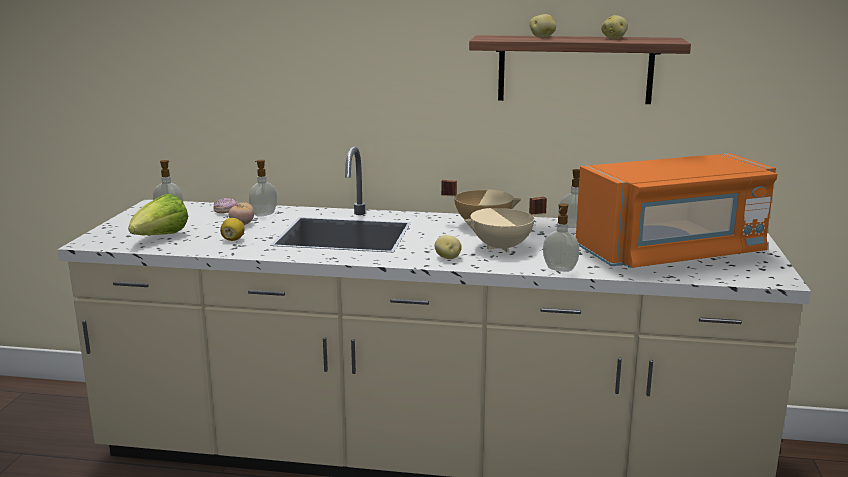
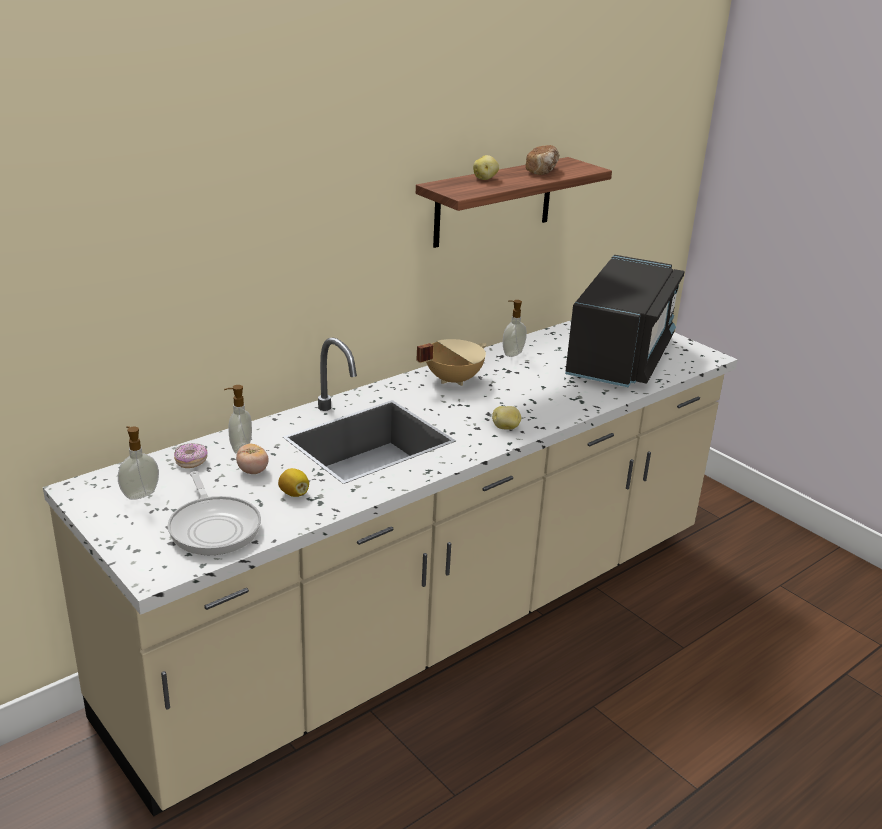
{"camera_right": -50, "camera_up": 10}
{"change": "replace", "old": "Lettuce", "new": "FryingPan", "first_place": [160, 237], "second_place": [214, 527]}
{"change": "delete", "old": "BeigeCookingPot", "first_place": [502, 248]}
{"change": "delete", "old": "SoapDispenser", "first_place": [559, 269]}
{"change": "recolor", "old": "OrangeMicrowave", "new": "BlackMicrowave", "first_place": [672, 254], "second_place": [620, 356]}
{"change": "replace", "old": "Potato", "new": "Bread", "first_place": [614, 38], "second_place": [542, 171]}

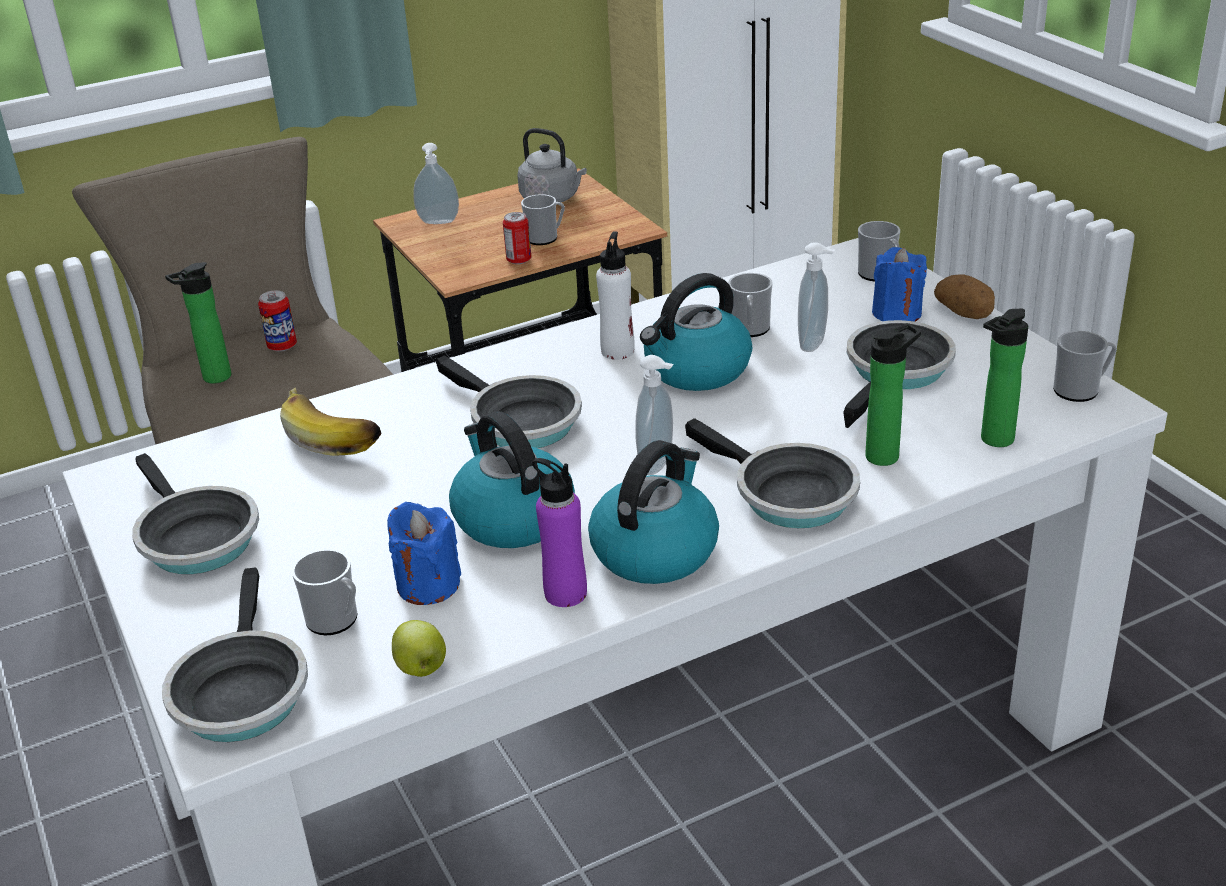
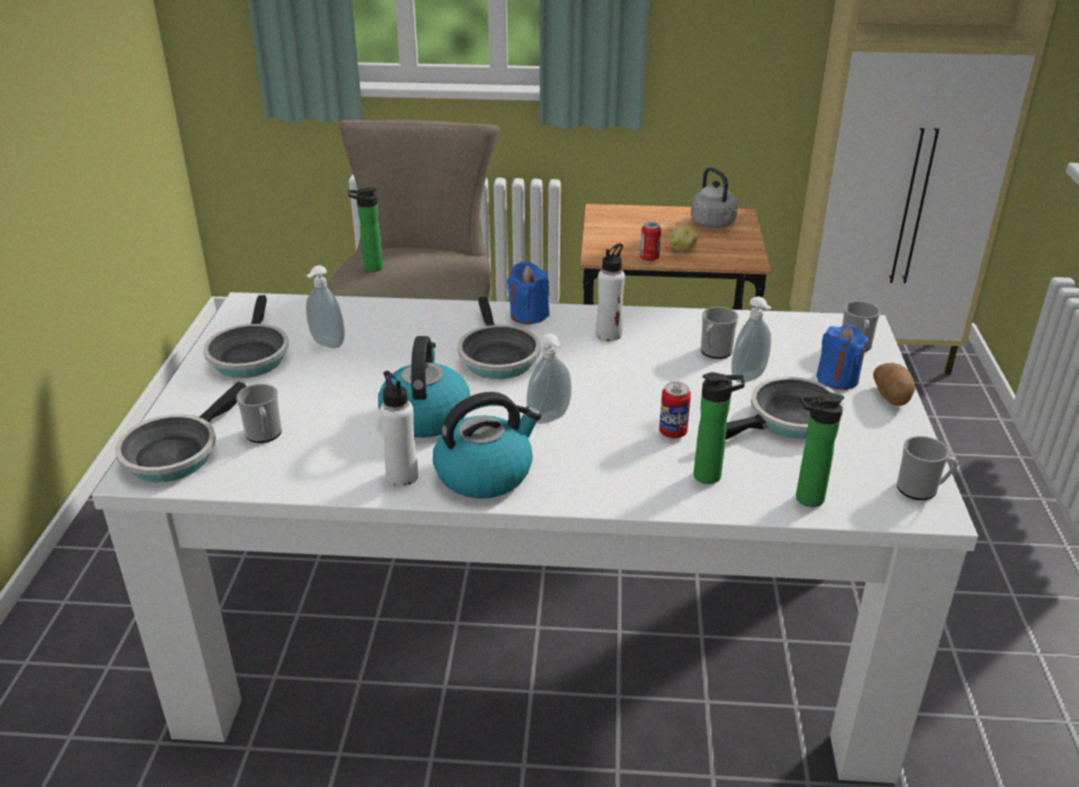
{"camera_right": 30, "camera_up": 0}
{"change": "move", "old": "Can", "first_place": [282, 346], "second_place": [672, 433]}
{"change": "delete", "old": "Banana", "first_place": [335, 435]}
{"change": "move", "old": "BlueCandle", "first_place": [428, 585], "second_place": [528, 315]}
{"change": "delete", "old": "Apple", "first_place": [421, 669]}
{"change": "move", "old": "SoapDispenser", "first_place": [438, 222], "second_place": [326, 344]}
{"change": "replace", "old": "Mug", "new": "Potato", "first_place": [545, 238], "second_place": [682, 249]}
{"change": "recolor", "old": "PurpleBottle", "new": "WhiteBottle", "first_place": [565, 593], "second_place": [402, 476]}
{"change": "delete", "old": "Kettle", "first_place": [696, 370]}
{"change": "delete", "old": "FryingPan", "first_place": [787, 495]}

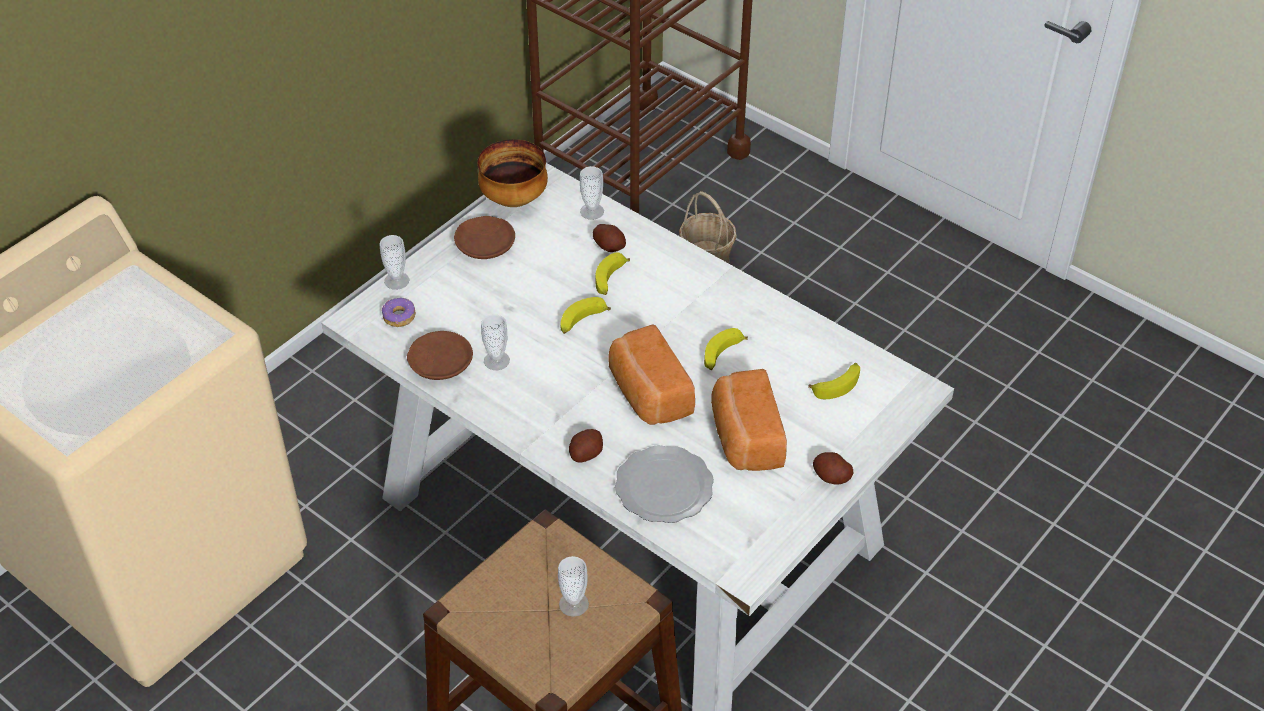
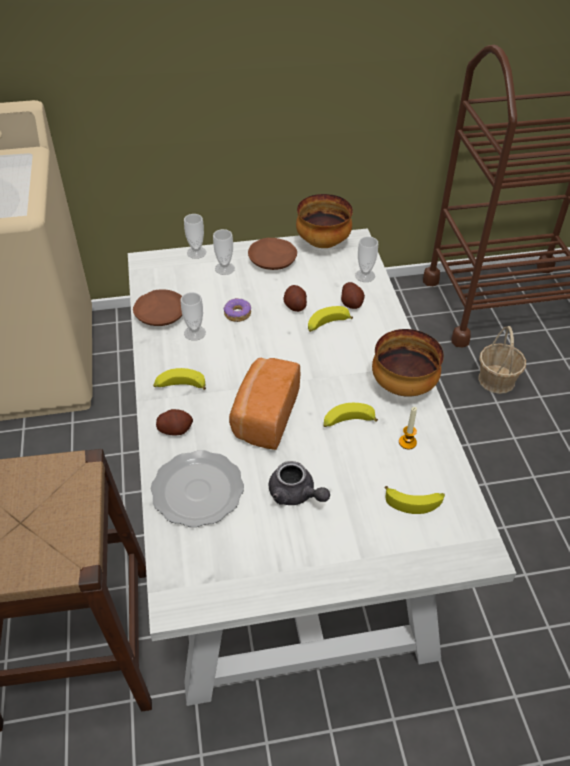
{"camera_right": 40, "camera_up": 0}
{"change": "move", "old": "Donut", "first_place": [399, 317], "second_place": [237, 314]}
{"change": "move", "old": "Cup", "first_place": [573, 604], "second_place": [224, 268]}
{"change": "move", "old": "Banana", "first_place": [582, 322], "second_place": [180, 386]}
{"change": "replace", "old": "Bread", "new": "GreyTeapot", "first_place": [744, 438], "second_place": [296, 494]}
{"change": "move", "old": "Potato", "first_place": [831, 477], "second_place": [295, 306]}
{"change": "insert", "new": "Bowl", "second_place": [402, 387]}
{"change": "insert", "new": "Candle", "second_place": [407, 442]}

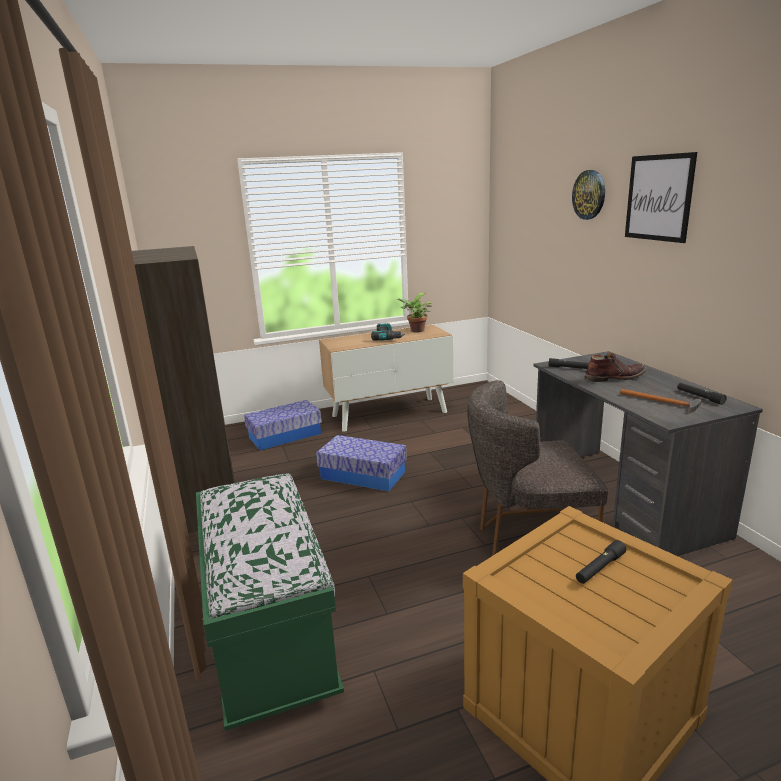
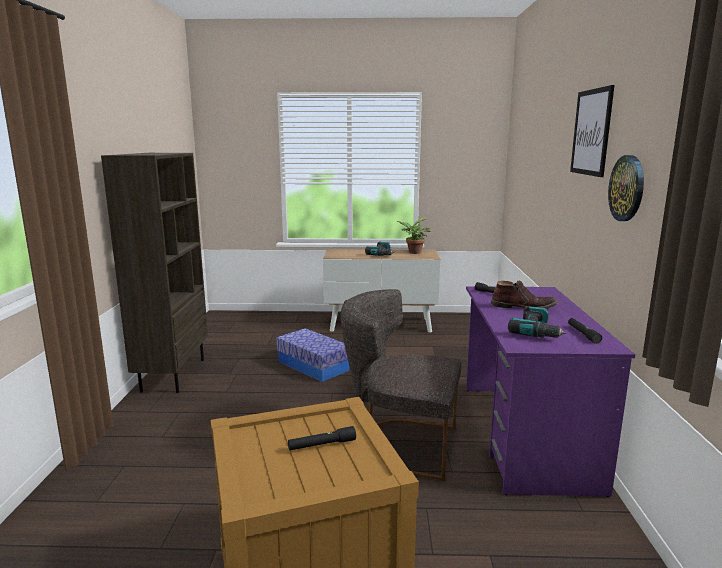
{"camera_right": 20, "camera_up": -5}
{"change": "delete", "old": "GreenBench", "first_place": [270, 637]}
{"change": "delete", "old": "StorageBox", "first_place": [285, 435]}
{"change": "recolor", "old": "GreyDesk", "new": "PurpleDesk", "first_place": [622, 499], "second_place": [525, 434]}
{"change": "move", "old": "WallClock", "first_place": [589, 195], "second_place": [627, 188]}
{"change": "replace", "old": "Hammer", "new": "PowerDrill", "first_place": [661, 402], "second_place": [537, 331]}

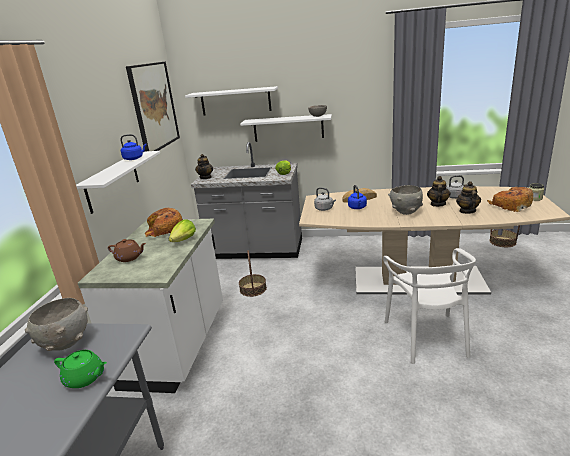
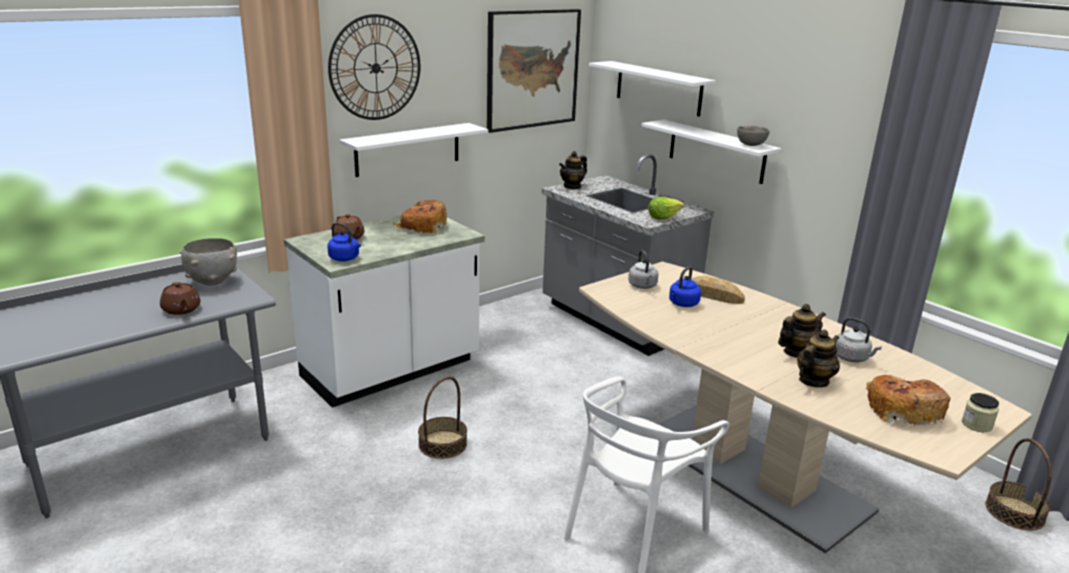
{"camera_right": 40, "camera_up": 0}
{"change": "recolor", "old": "GreenTeapot", "new": "BrownTeapot", "first_place": [85, 378], "second_place": [181, 310]}
{"change": "move", "old": "BlueKettle", "first_place": [134, 158], "second_place": [345, 258]}
{"change": "delete", "old": "Lettuce", "first_place": [184, 240]}
{"change": "move", "old": "Basket", "first_place": [253, 289], "second_place": [442, 444]}
{"change": "delete", "old": "GreyBowl", "first_place": [405, 212]}
{"change": "insert", "new": "WallClock", "second_place": [375, 68]}

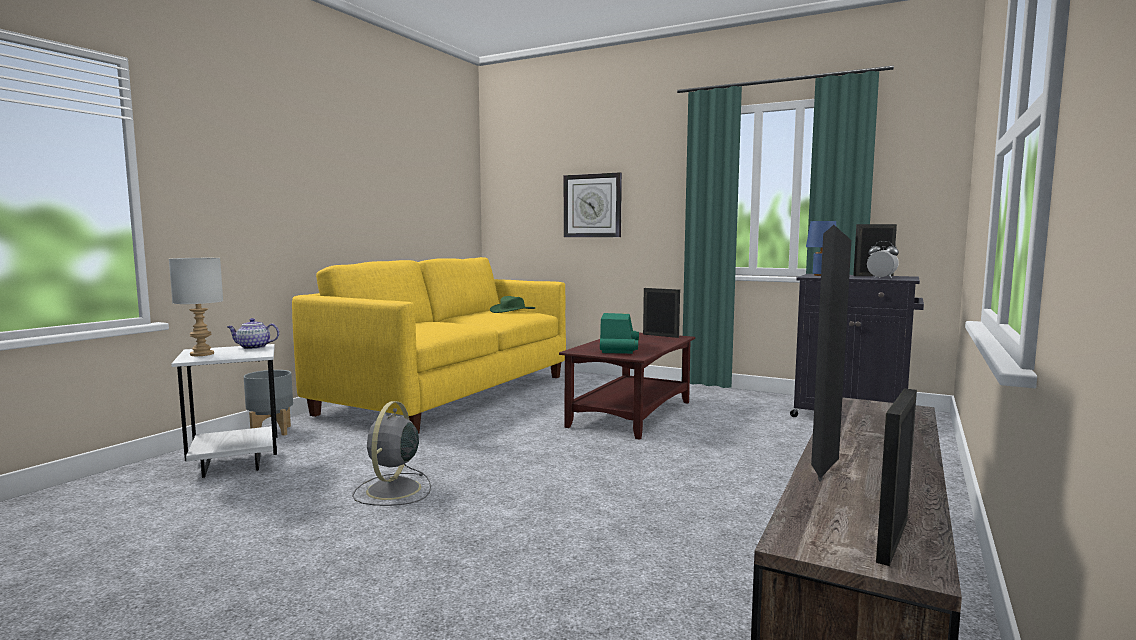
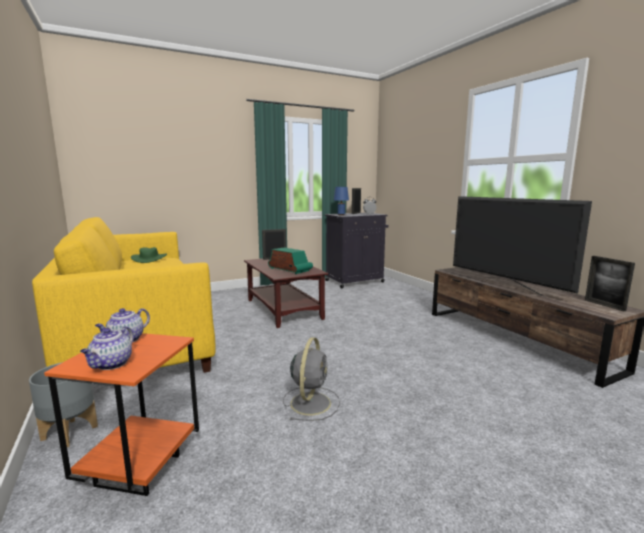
{"camera_right": -55, "camera_up": 5}
{"change": "replace", "old": "GreyTableLamp", "new": "Teapot", "first_place": [201, 354], "second_place": [111, 364]}
{"change": "recolor", "old": "WhiteSideTable", "new": "OrangeSideTable", "first_place": [234, 466], "second_place": [141, 470]}
{"change": "rotate", "old": "GreyFan", "first_place": [392, 490], "second_place": [311, 402], "degrees": -120}
{"change": "delete", "old": "WallClock", "first_place": [592, 206]}

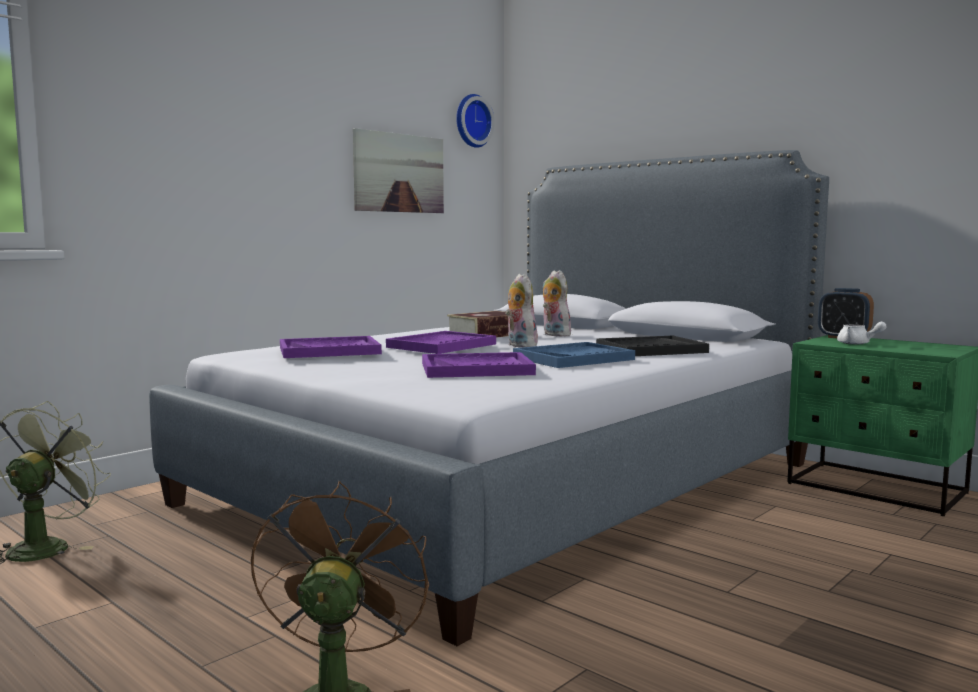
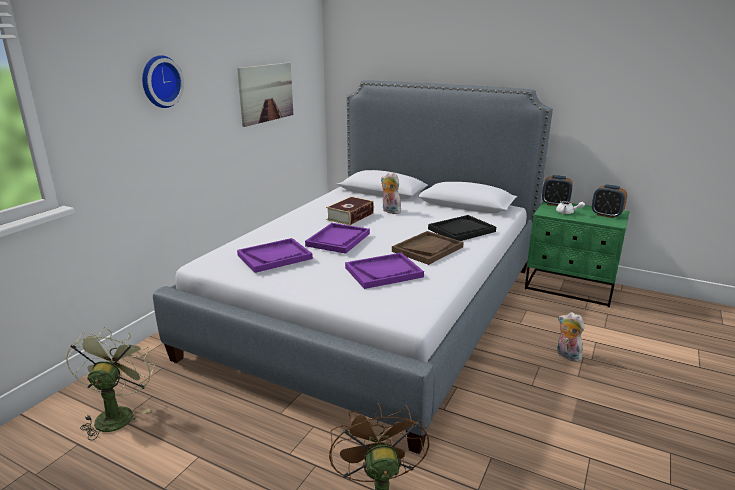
{"camera_right": -15, "camera_up": 15}
{"change": "move", "old": "WallClock", "first_place": [471, 121], "second_place": [160, 81]}
{"change": "move", "old": "PlushToy", "first_place": [519, 346], "second_place": [566, 355]}
{"change": "recolor", "old": "BlueTray", "new": "BrownTray", "first_place": [573, 358], "second_place": [427, 249]}
{"change": "insert", "new": "AlarmClock", "second_place": [606, 215]}

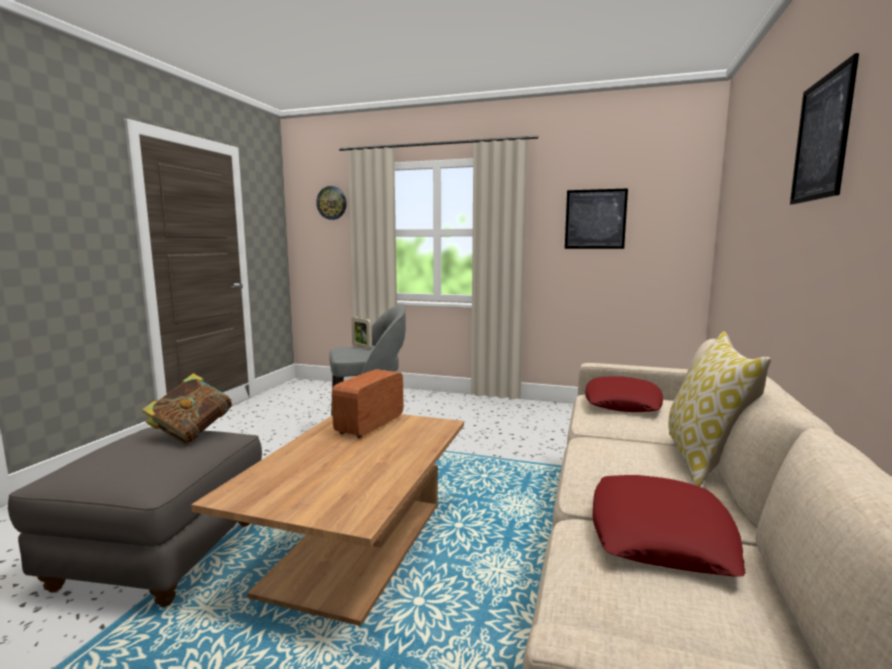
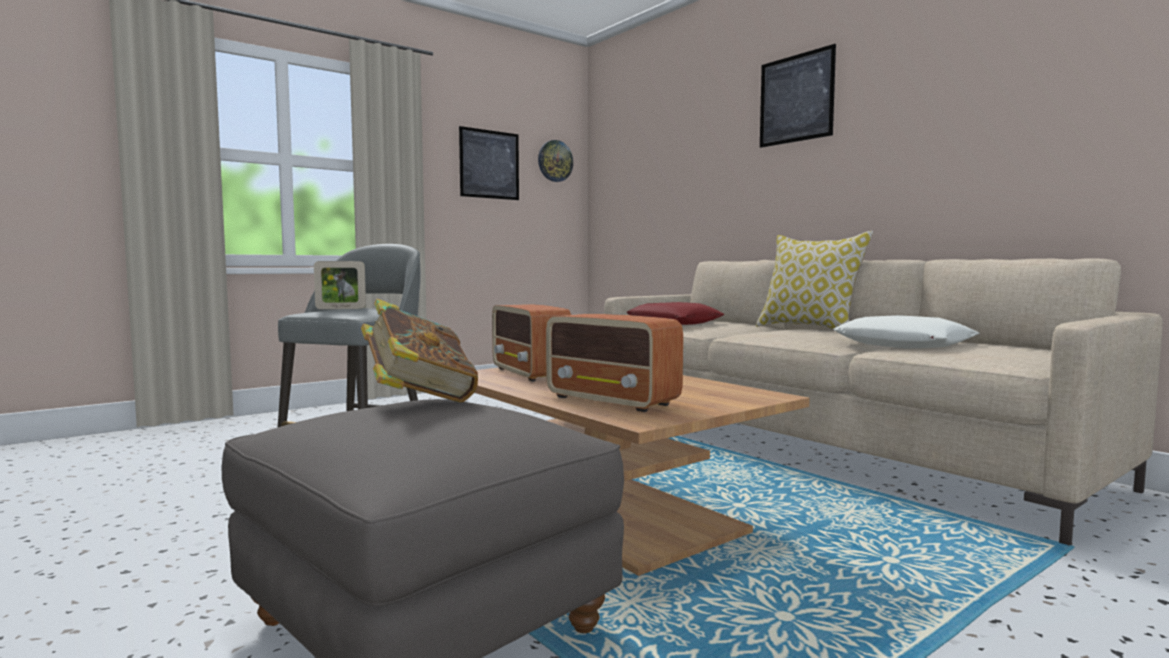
{"camera_right": -55, "camera_up": -5}
{"change": "move", "old": "WallClock", "first_place": [332, 203], "second_place": [555, 161]}
{"change": "recolor", "old": "RedPillow", "new": "WhitePillow", "first_place": [660, 535], "second_place": [903, 344]}
{"change": "insert", "new": "Radio", "second_place": [613, 401]}

